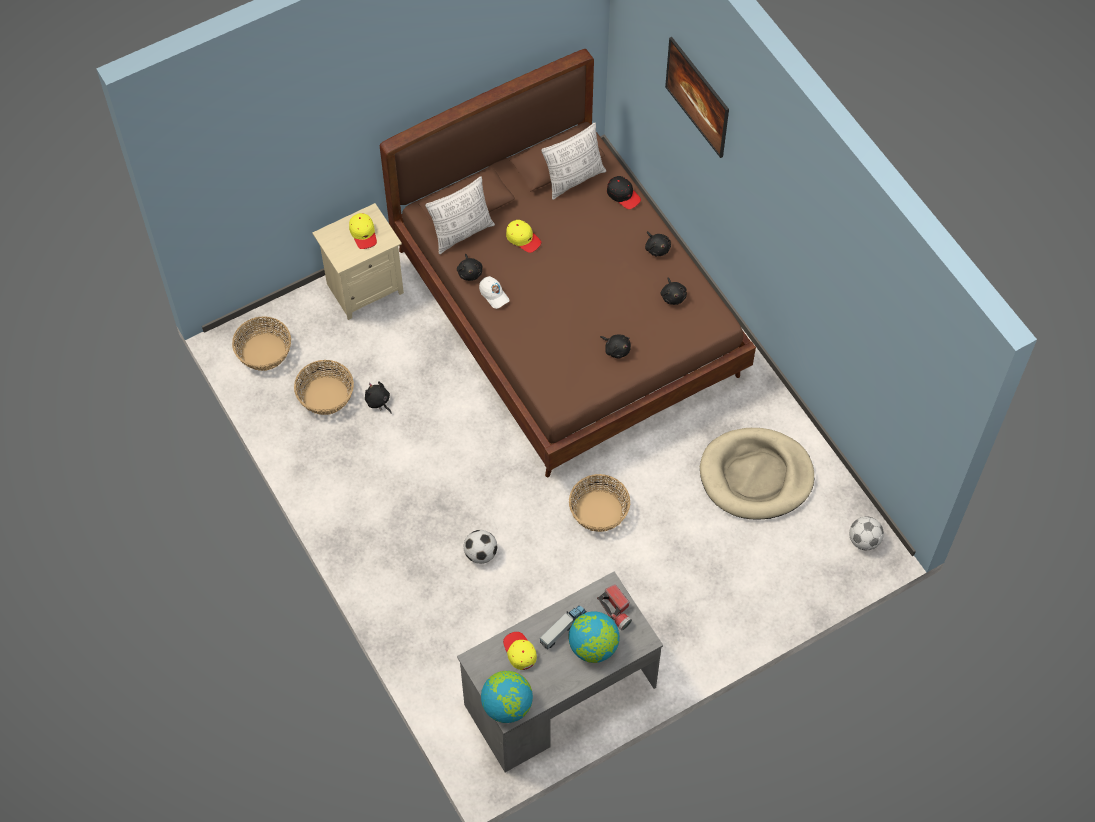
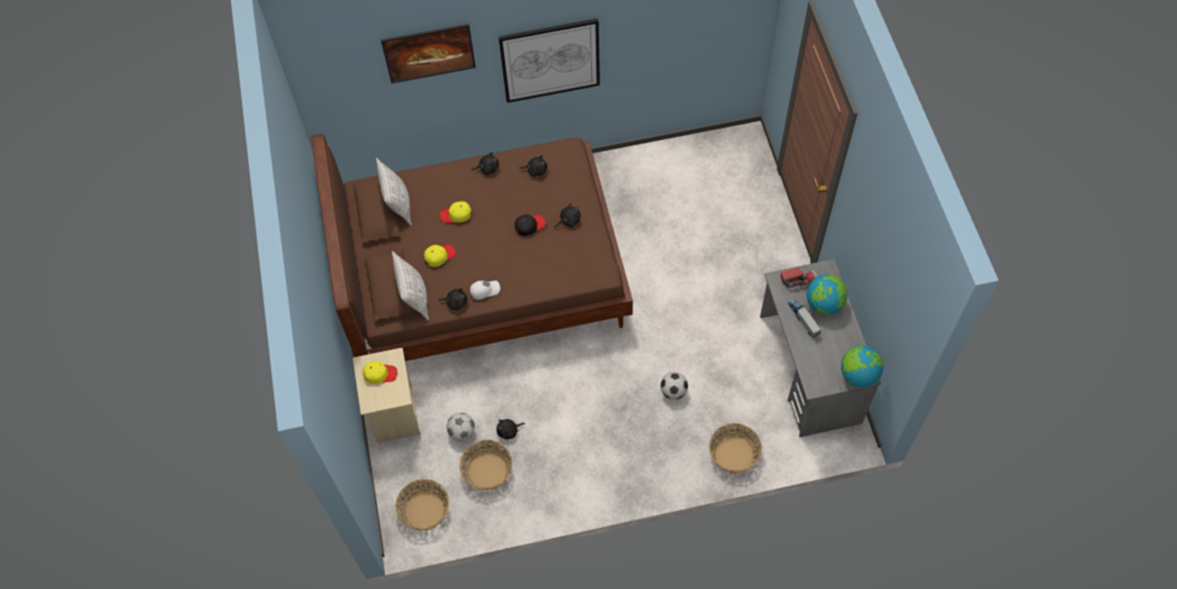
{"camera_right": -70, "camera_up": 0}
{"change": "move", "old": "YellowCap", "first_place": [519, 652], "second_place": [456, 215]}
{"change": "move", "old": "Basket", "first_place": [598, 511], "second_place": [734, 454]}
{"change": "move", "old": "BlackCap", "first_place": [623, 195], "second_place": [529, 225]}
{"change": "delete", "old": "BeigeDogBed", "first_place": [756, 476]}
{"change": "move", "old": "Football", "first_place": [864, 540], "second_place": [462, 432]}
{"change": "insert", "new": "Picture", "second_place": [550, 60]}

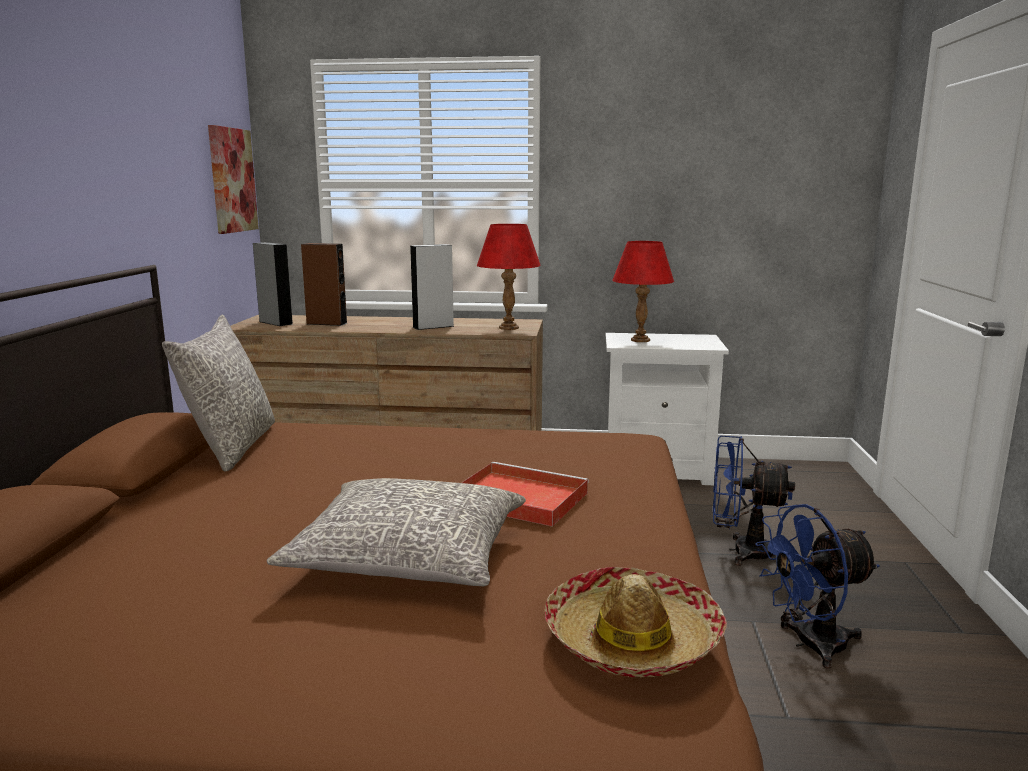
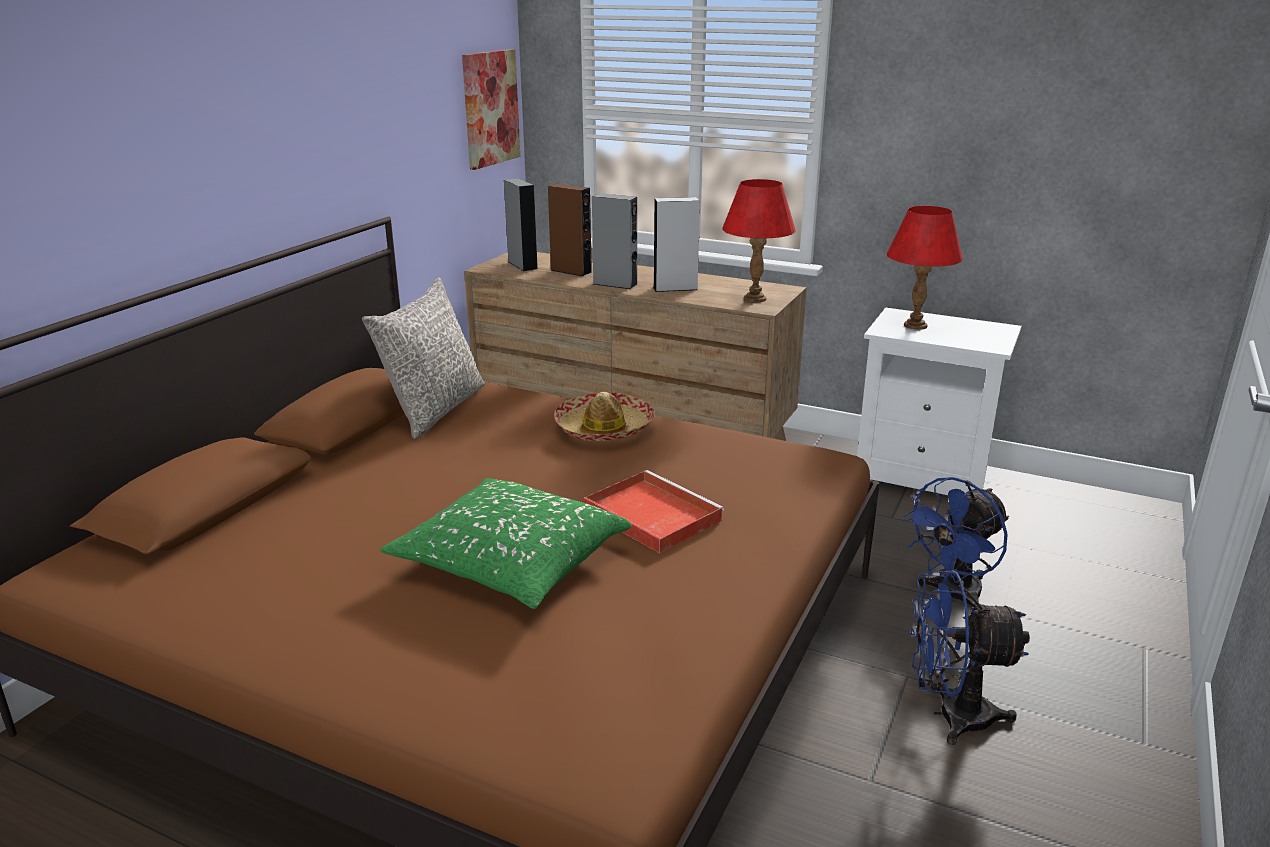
{"camera_right": 20, "camera_up": 10}
{"change": "recolor", "old": "GreyPillow", "new": "GreenPillow", "first_place": [407, 559], "second_place": [509, 563]}
{"change": "move", "old": "Hat", "first_place": [632, 639], "second_place": [604, 428]}
{"change": "rotate", "old": "BlueFan", "first_place": [741, 551], "second_place": [952, 596], "degrees": -75}
{"change": "insert", "new": "GreySpeaker", "second_place": [615, 284]}

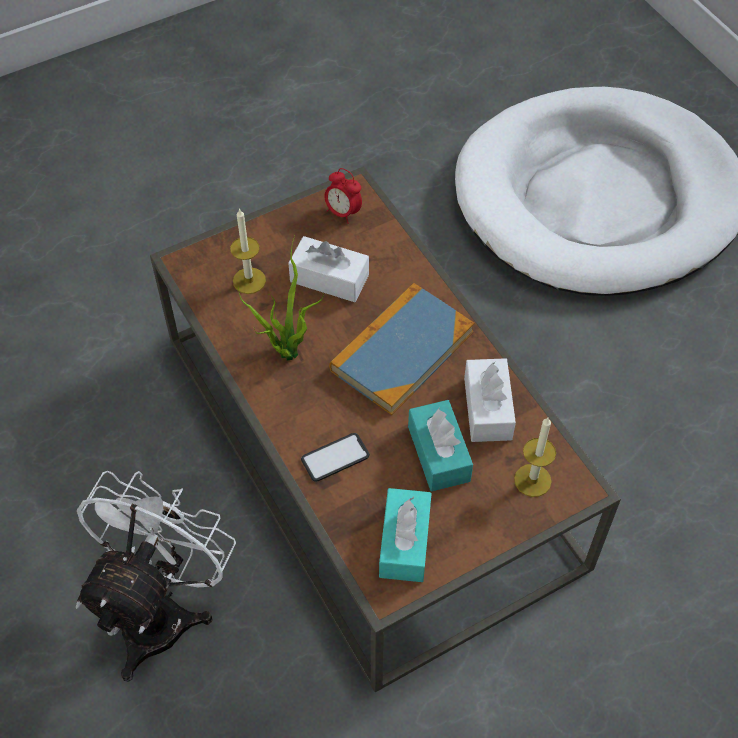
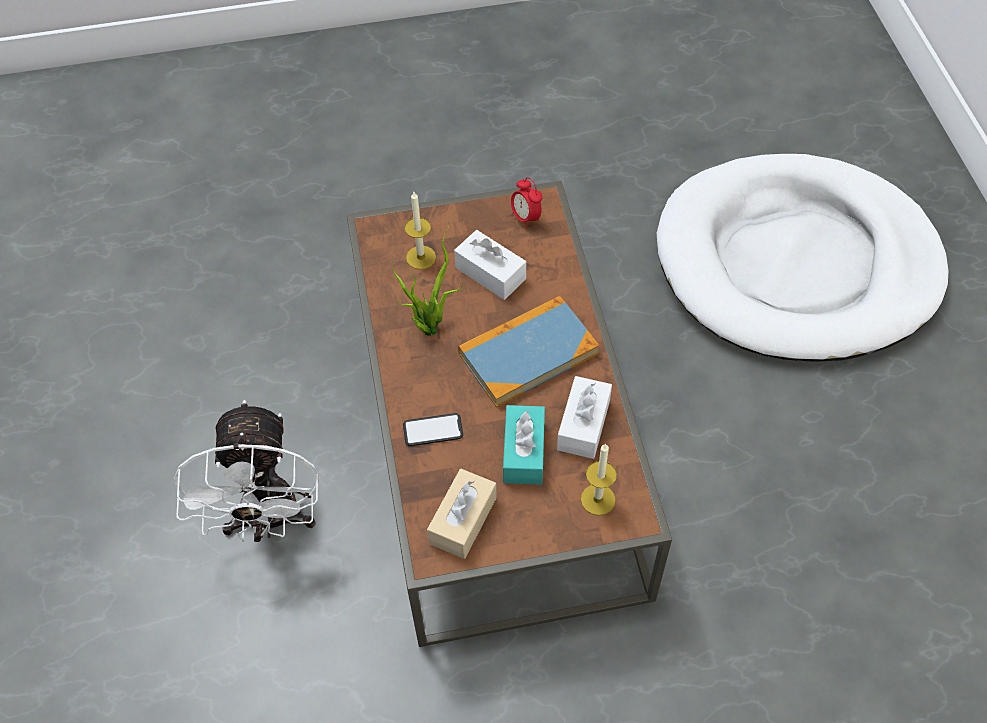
{"camera_right": 20, "camera_up": 0}
{"change": "rotate", "old": "WhiteFan", "first_place": [162, 610], "second_place": [269, 521], "degrees": 135}
{"change": "recolor", "old": "TurquoiseTissueBox", "new": "BeigeTissueBox", "first_place": [405, 542], "second_place": [463, 520]}

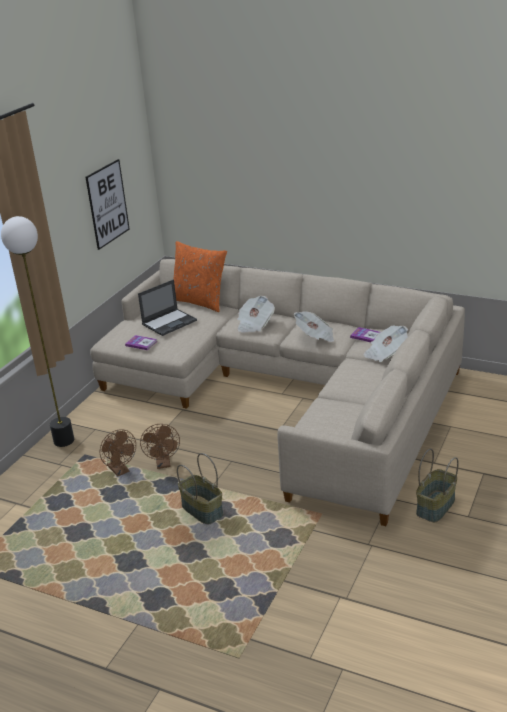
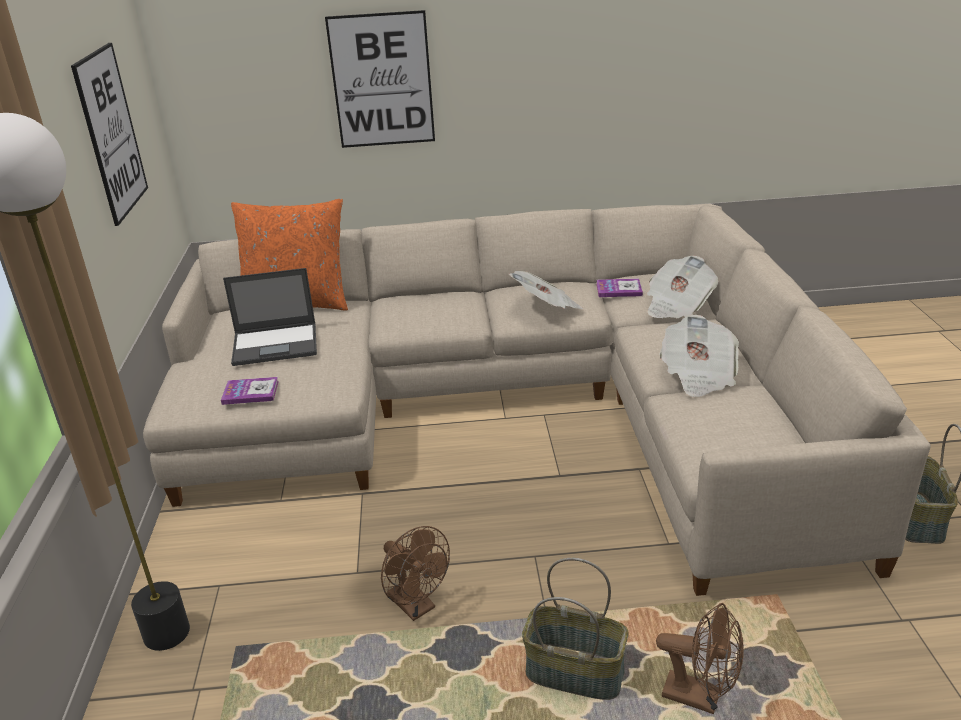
{"camera_right": -30, "camera_up": 0}
{"change": "move", "old": "BrownFan", "first_place": [120, 471], "second_place": [700, 697]}
{"change": "rotate", "old": "Laptop", "first_place": [170, 322], "second_place": [276, 344], "degrees": 60}
{"change": "move", "old": "Newspaper", "first_place": [254, 324], "second_place": [698, 375]}
{"change": "insert", "new": "Picture", "second_place": [382, 80]}

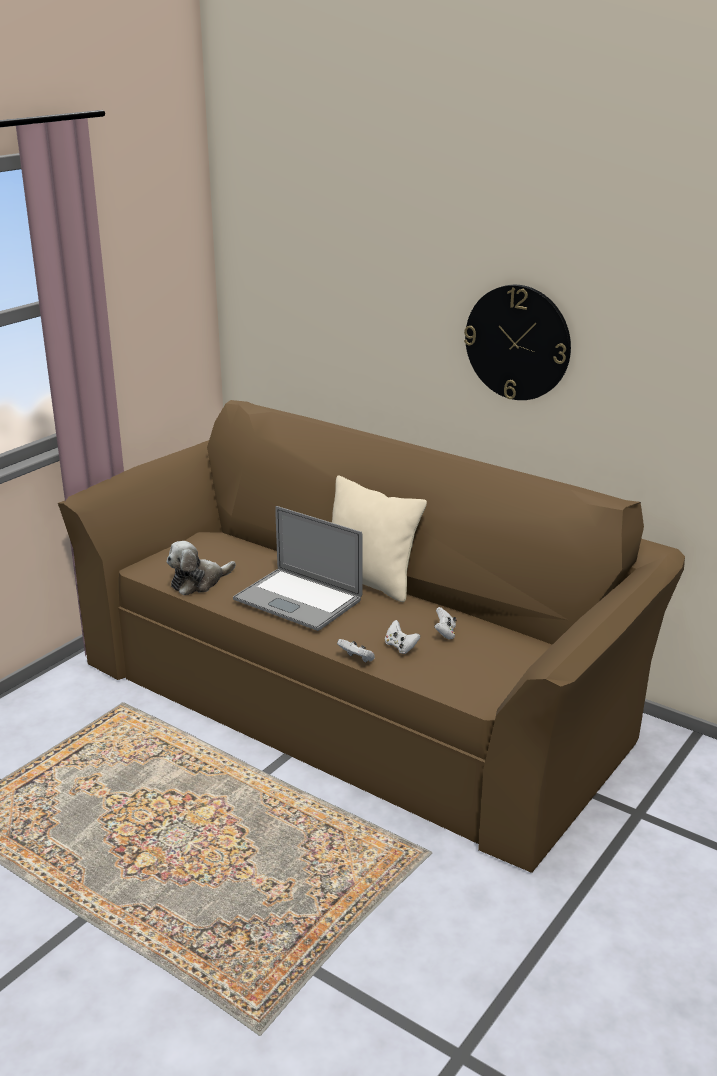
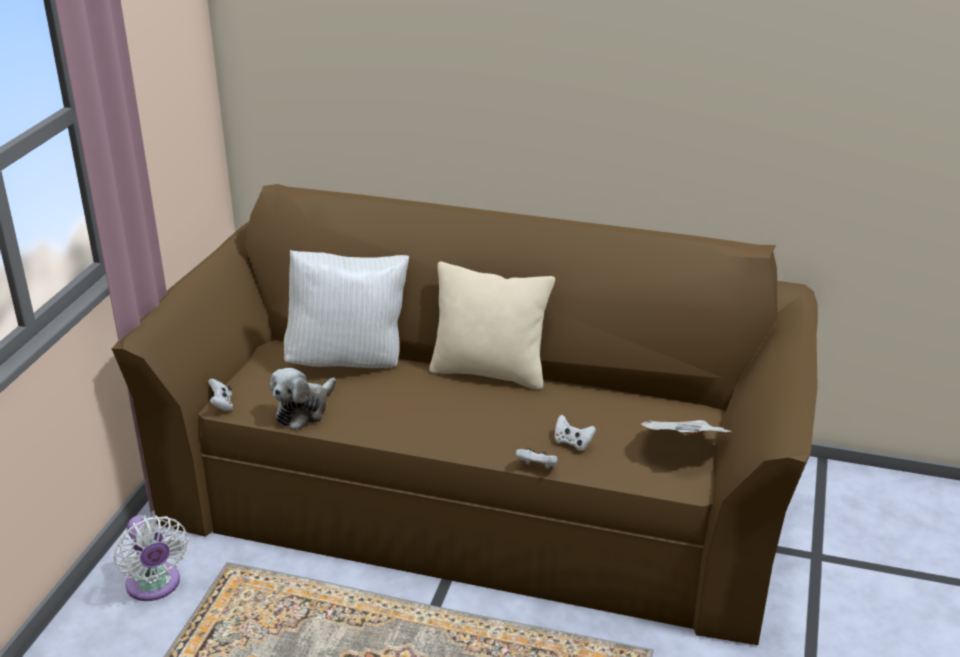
{"camera_right": -20, "camera_up": 5}
{"change": "delete", "old": "Laptop", "first_place": [298, 599]}
{"change": "move", "old": "WhiteGameController", "first_place": [445, 633], "second_place": [222, 404]}
{"change": "delete", "old": "WallClock", "first_place": [517, 342]}
{"change": "insert", "new": "WhiteFan", "second_place": [155, 586]}
{"change": "insert", "new": "WhitePillow", "second_place": [349, 360]}
{"change": "insert", "new": "Newspaper", "second_place": [684, 446]}

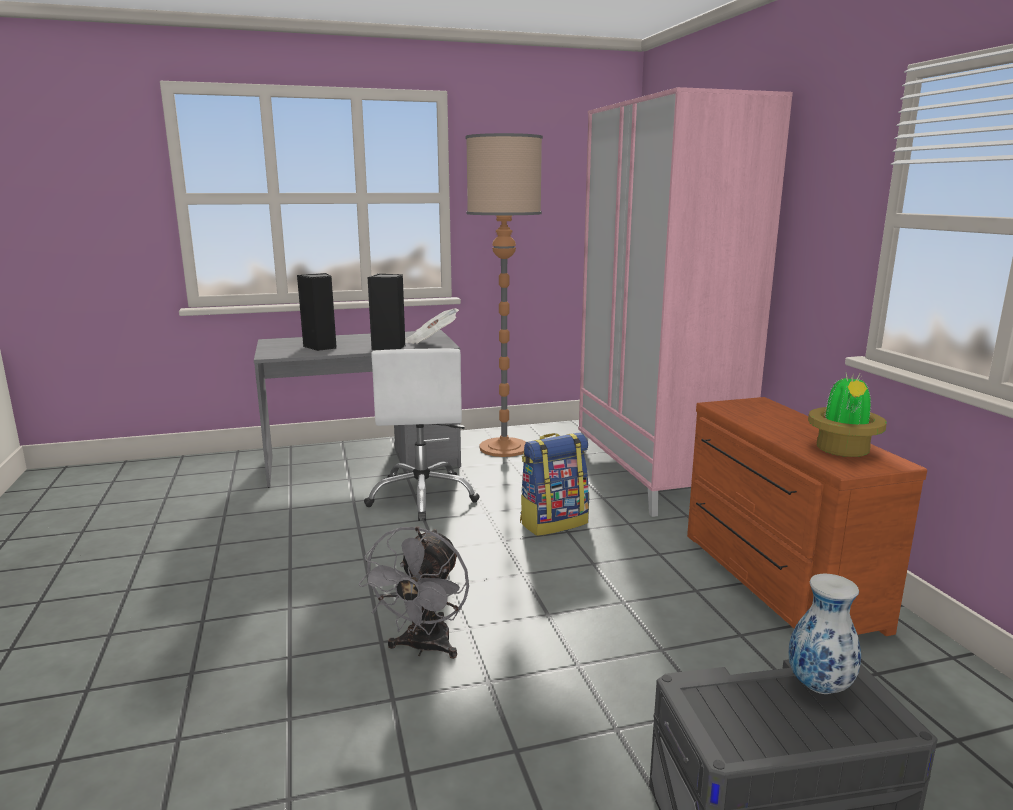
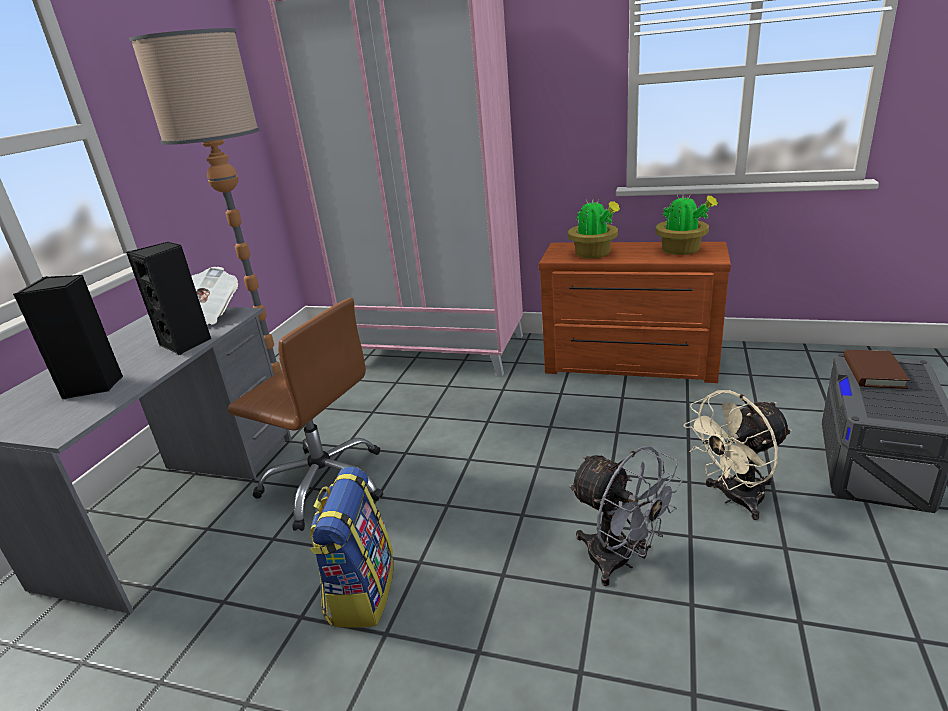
{"camera_right": -55, "camera_up": 10}
{"change": "recolor", "old": "WhiteOfficeChair", "new": "BrownOfficeChair", "first_place": [423, 496], "second_place": [325, 483]}
{"change": "move", "old": "Backpack", "first_place": [553, 522], "second_place": [361, 592]}
{"change": "replace", "old": "Vase", "new": "BrownBook", "first_place": [820, 686], "second_place": [873, 372]}
{"change": "insert", "new": "PottedPlant", "second_place": [594, 254]}
{"change": "insert", "new": "BeigeFan", "second_place": [734, 499]}

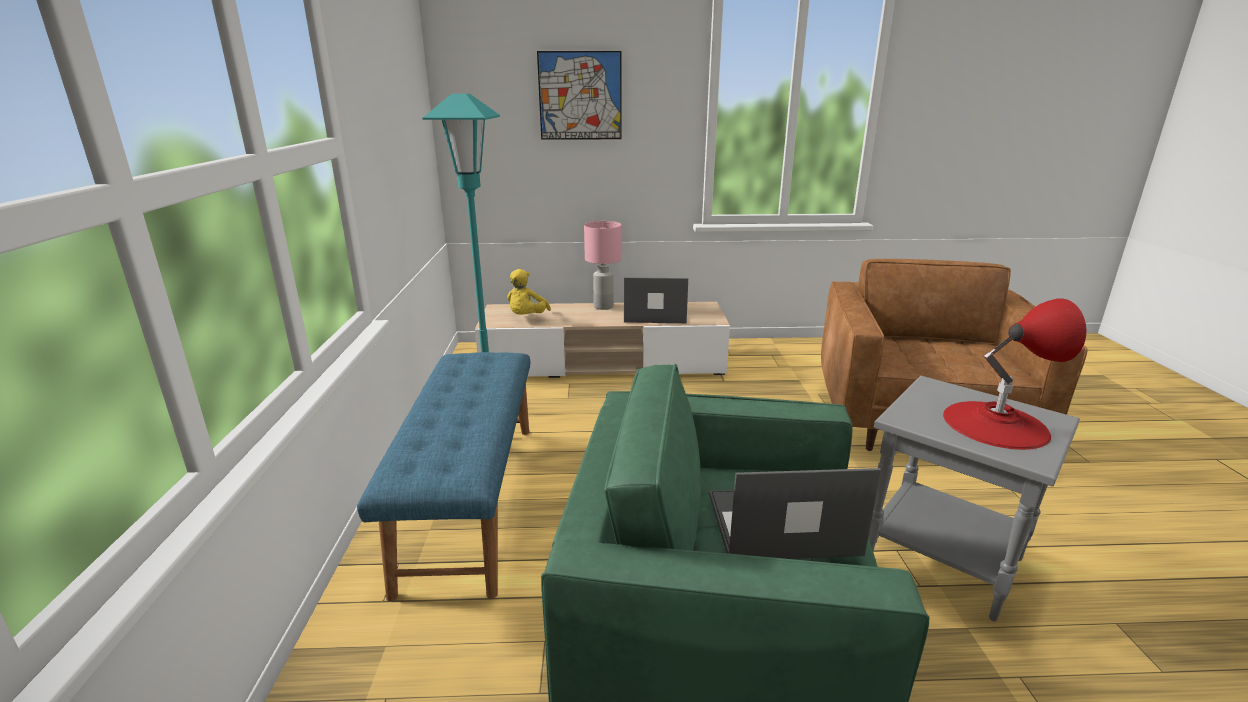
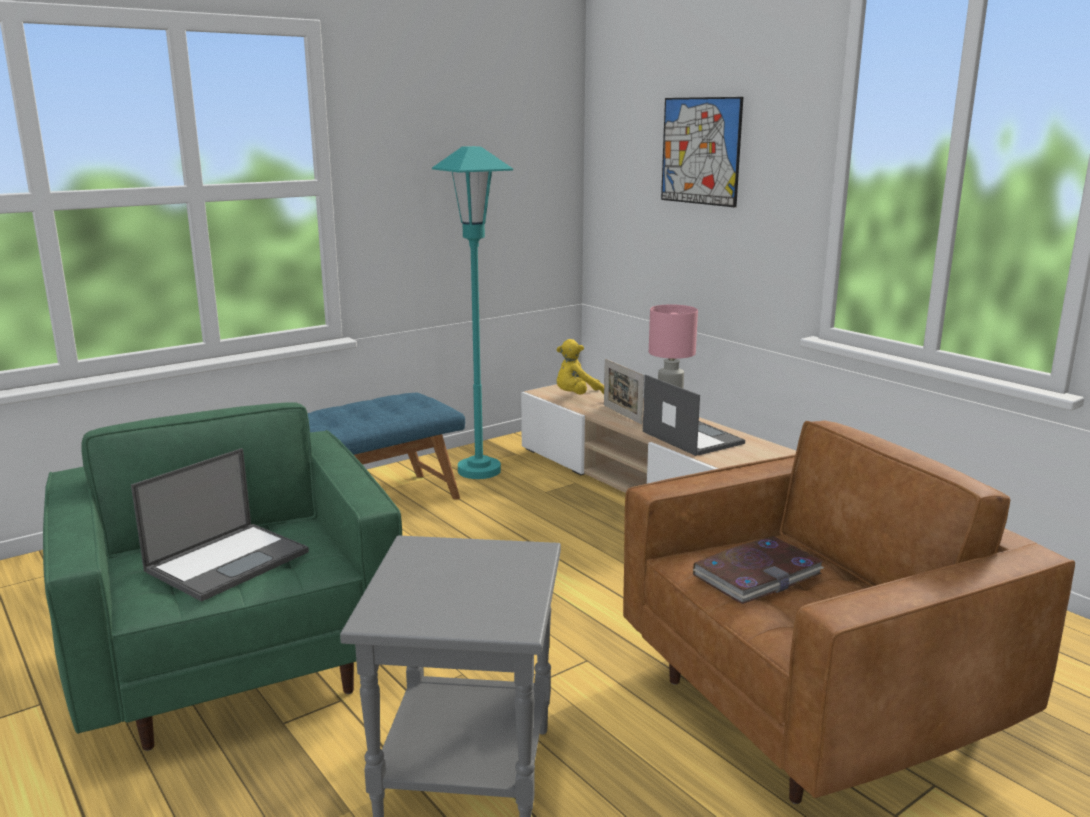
{"camera_right": 55, "camera_up": -5}
{"change": "rotate", "old": "Laptop", "first_place": [780, 525], "second_place": [229, 560], "degrees": 75}
{"change": "delete", "old": "RedTableLamp", "first_place": [995, 424]}
{"change": "insert", "new": "PictureFrame", "second_place": [622, 414]}
{"change": "insert", "new": "Book", "second_place": [757, 574]}

